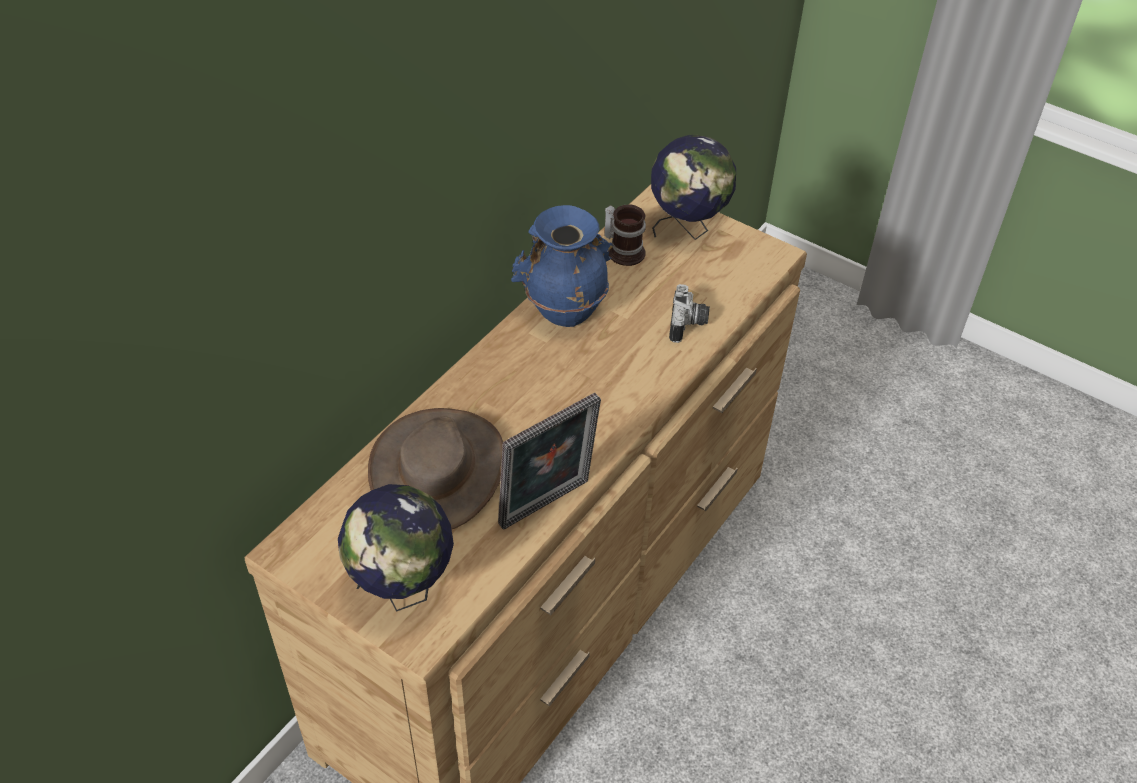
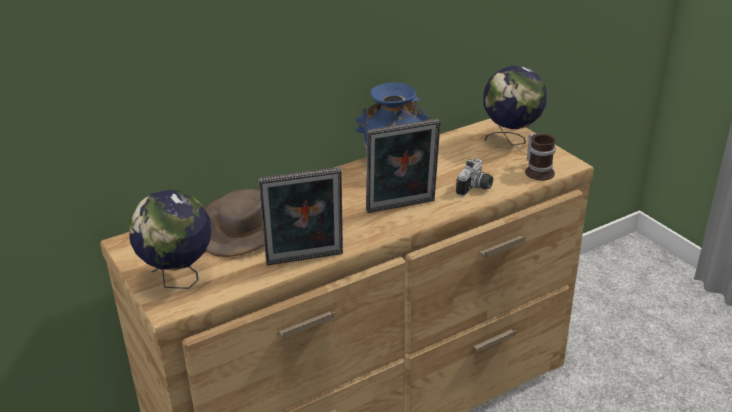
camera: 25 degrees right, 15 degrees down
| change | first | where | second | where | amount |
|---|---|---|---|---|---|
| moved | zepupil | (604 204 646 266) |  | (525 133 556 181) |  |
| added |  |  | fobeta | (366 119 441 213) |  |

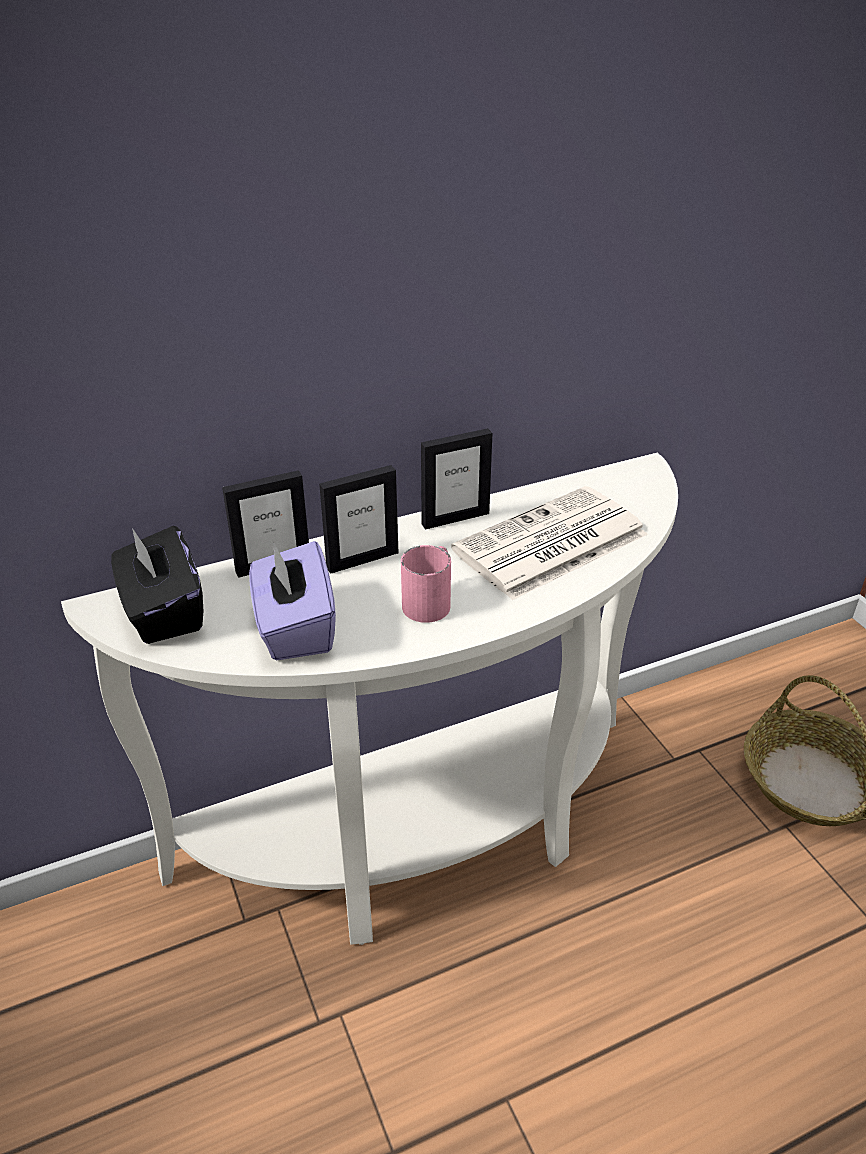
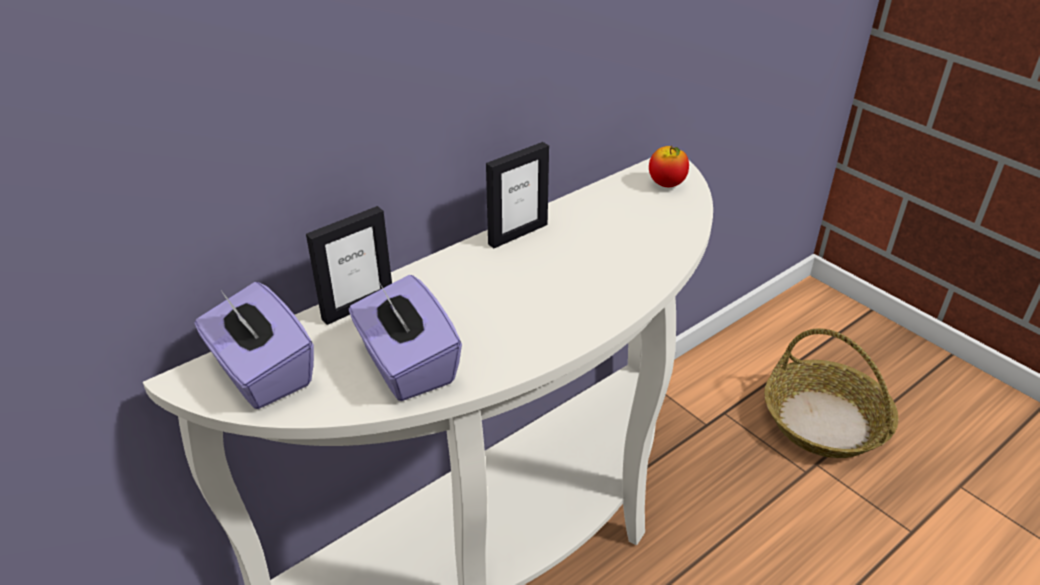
camera: 15 degrees left, 0 degrees up
| change | first | where | second | where | amount |
|---|---|---|---|---|---|
| removed | fobeta | (319 465 398 574) |  |  |  |
| removed | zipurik | (451 486 648 600) |  |  |  |
| recoloured | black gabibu | (111 526 203 644) | purple gabibu | (194 282 314 409) |  |
| removed | pink zepupil | (401 545 451 623) |  |  |  |
| added |  |  | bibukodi | (649 146 689 187) |  |

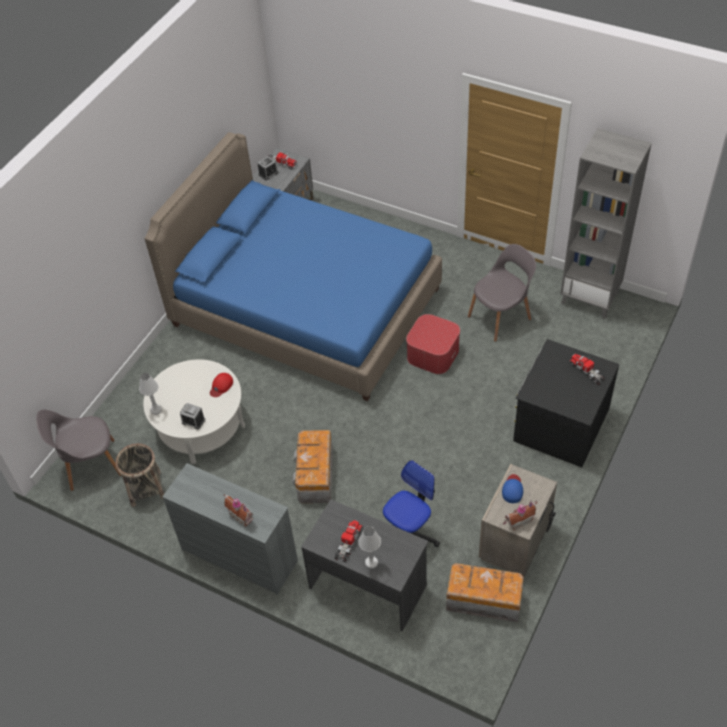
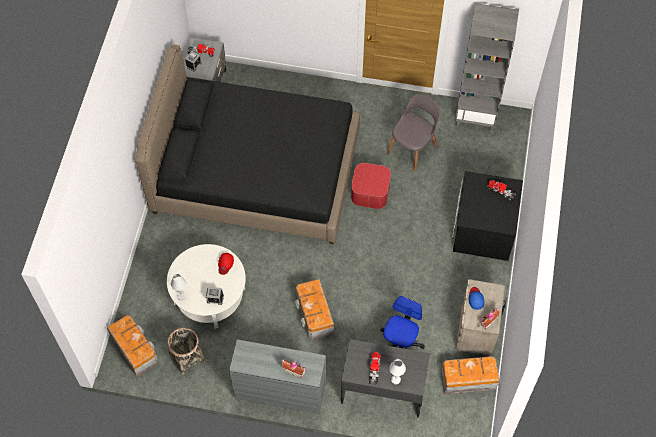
camera: 20 degrees left, 10 degrees up
| change | first | where | second | where | amount |
|---|---|---|---|---|---|
| recoloured | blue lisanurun | (145 132 442 401) | black lisanurun | (135 44 360 244) |  |
| replaced | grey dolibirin | (36 410 121 491) | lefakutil | (107 315 158 377) |  |

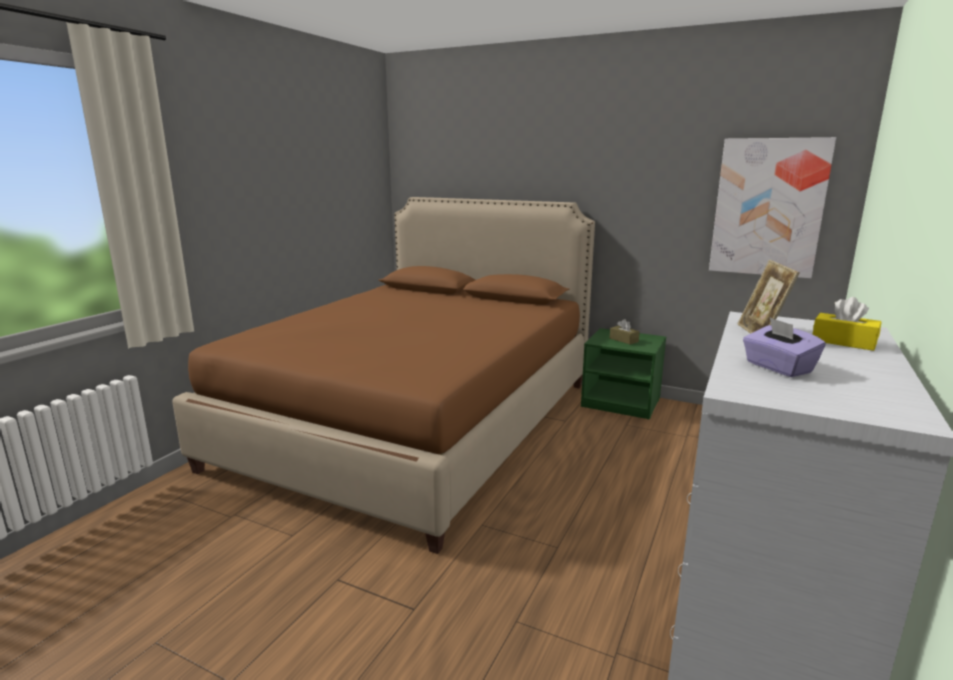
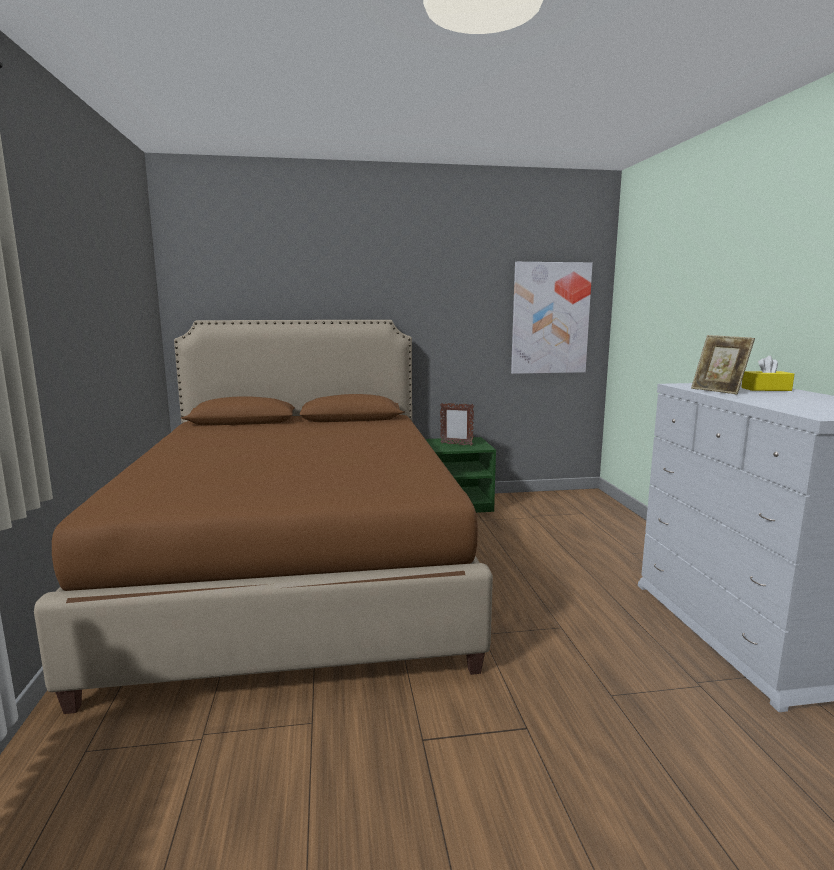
camera: 35 degrees left, 5 degrees down
| change | first | where | second | where | amount |
|---|---|---|---|---|---|
| removed | purple gabibu | (743 318 826 377) |  |  |  |
| replaced | brown gabibu | (610 319 640 345) | fobeta | (440 403 474 445) |  |

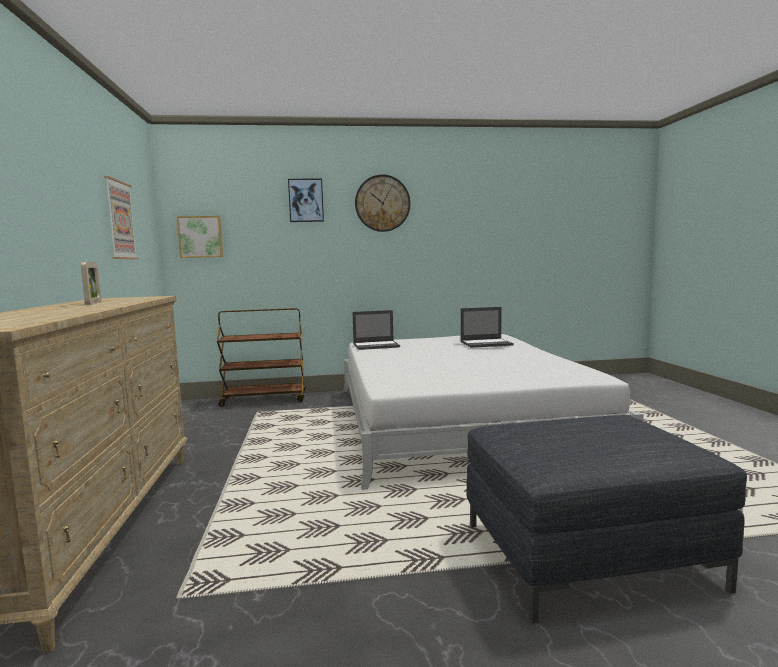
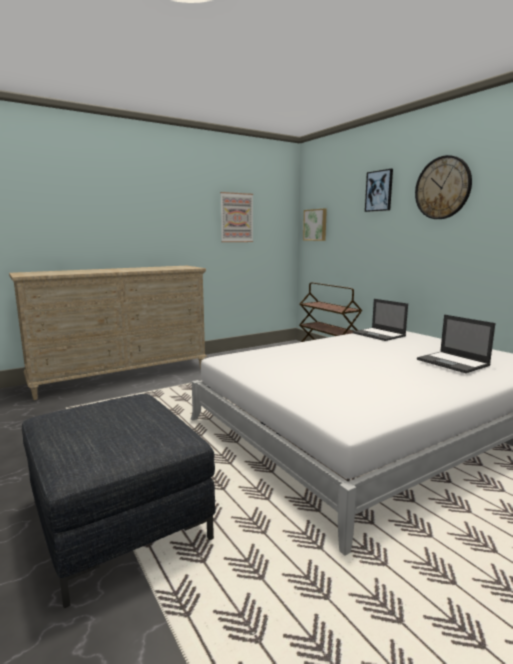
camera: 65 degrees right, 5 degrees up
| change | first | where | second | where | amount |
|---|---|---|---|---|---|
| removed | fobeta | (81 262 101 305) |  |  |  |

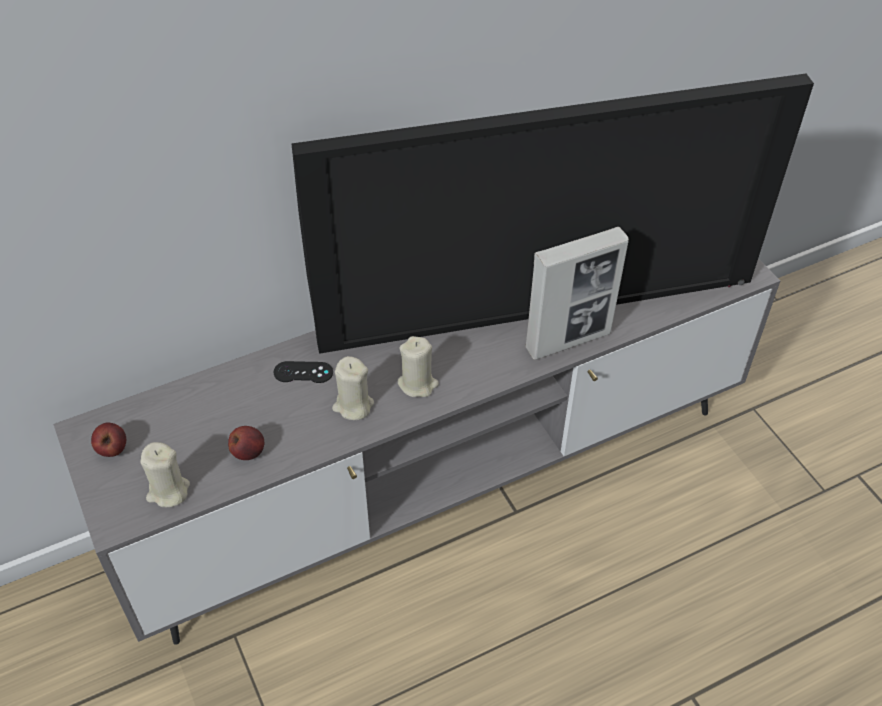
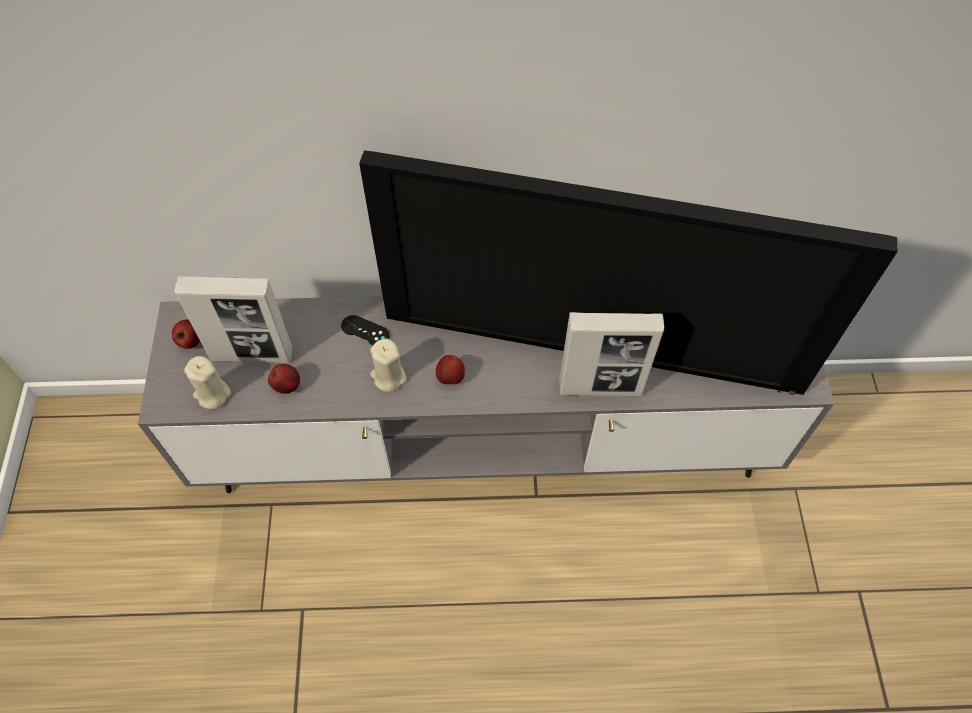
camera: 25 degrees right, 10 degrees up
| change | first | where | second | where | amount |
|---|---|---|---|---|---|
| replaced | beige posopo | (397 336 439 397) | bibukodi | (436 355 465 384) |  |
| added |  |  | fobeta | (174 276 293 363) |  |

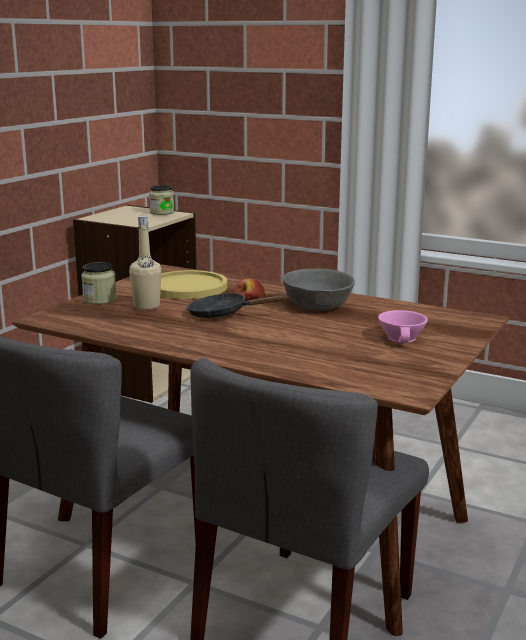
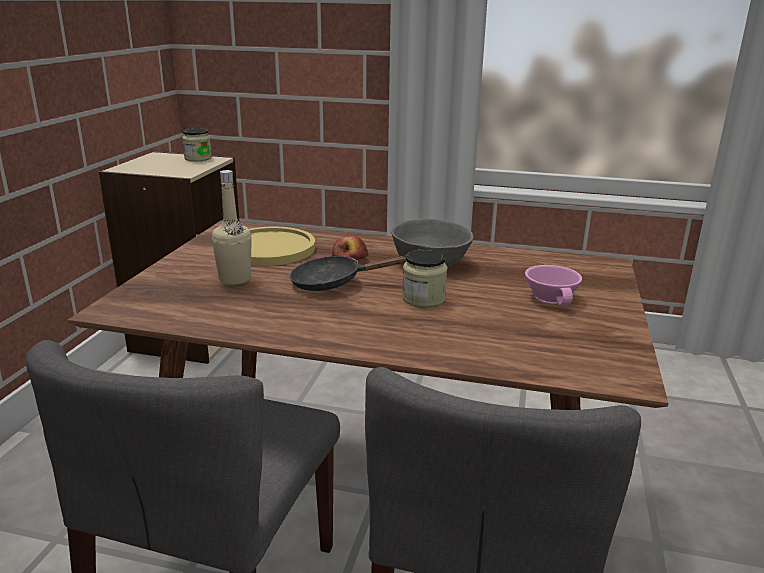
camera: 15 degrees left, 5 degrees up
| change | first | where | second | where | amount |
|---|---|---|---|---|---|
| moved | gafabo | (81 262 117 304) |  | (402 249 447 307) |  |

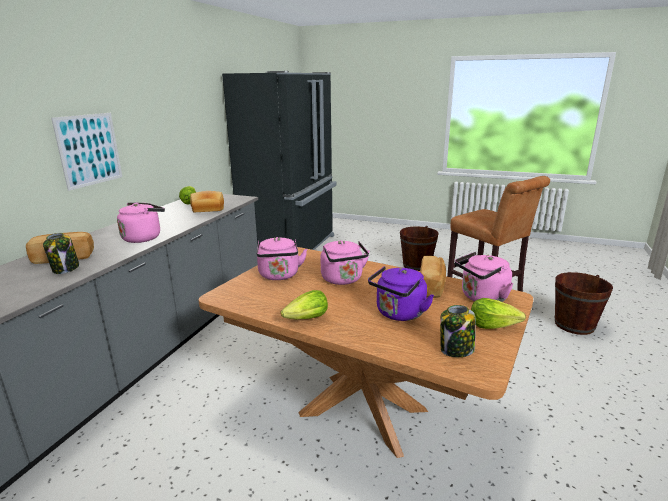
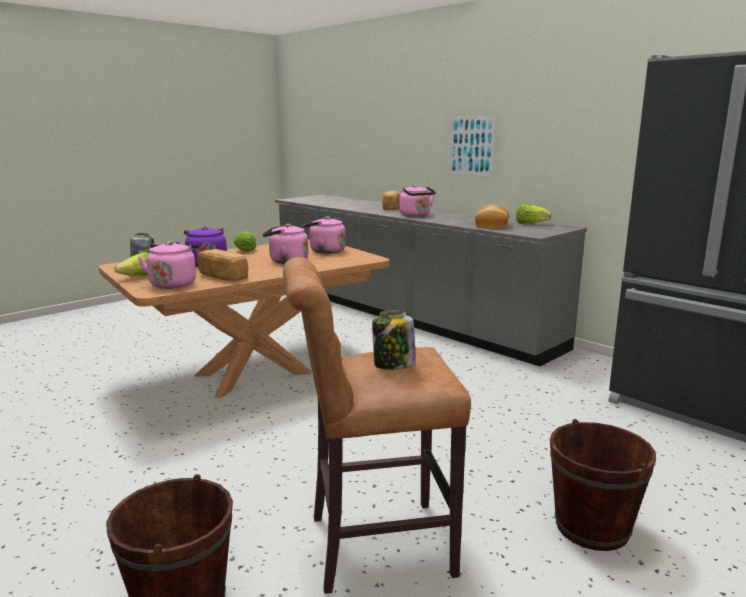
camera: 115 degrees right, 5 degrees down
| change | first | where | second | where | amount |
|---|---|---|---|---|---|
| moved | gafabo | (43 233 79 274) |  | (372 310 416 370) |  |

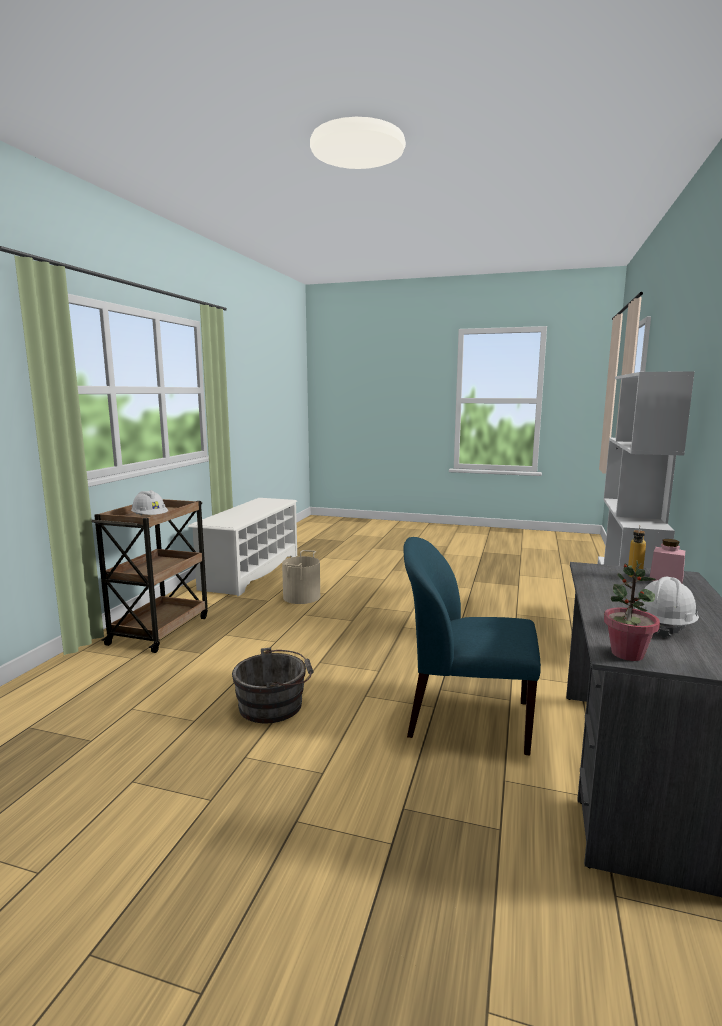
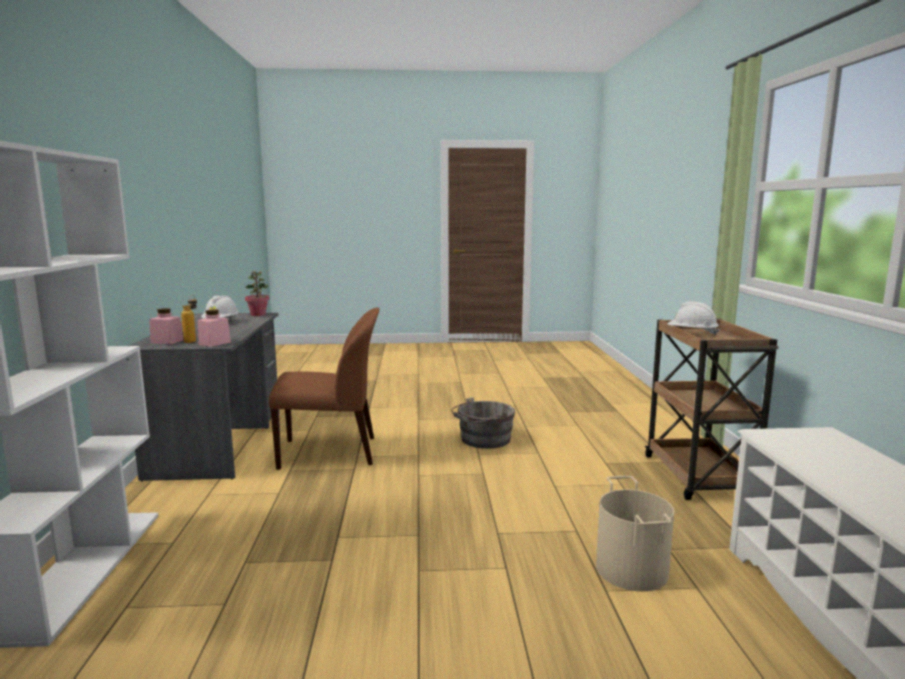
camera: 160 degrees right, 0 degrees up
| change | first | where | second | where | amount |
|---|---|---|---|---|---|
| recoloured | blue dolibirin | (404 537 541 756) | brown dolibirin | (268 307 379 470) |  |
| added |  |  | pink gafabo | (198 309 231 347) |  |

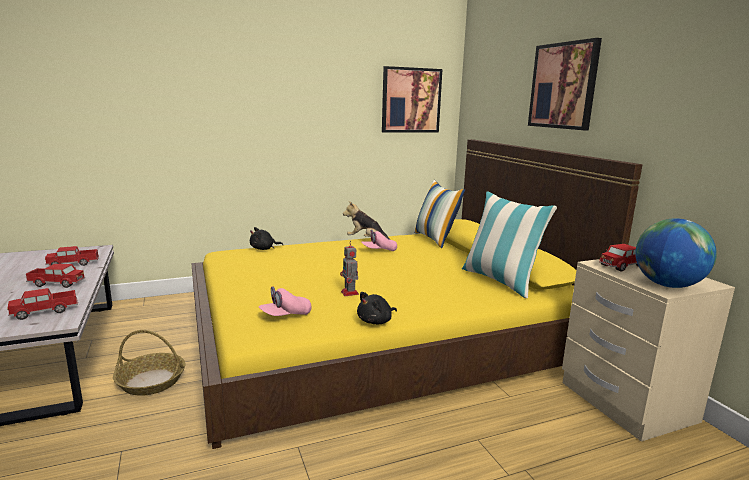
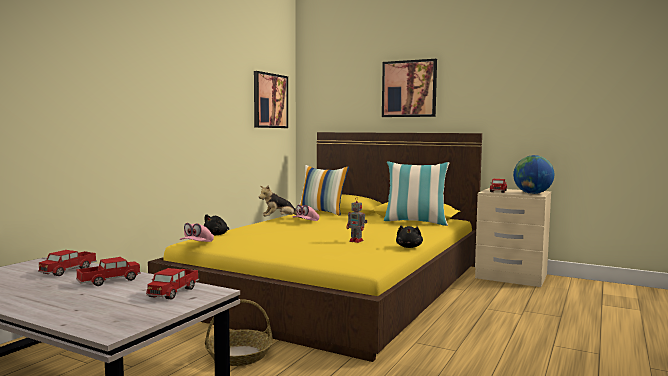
camera: 40 degrees left, 10 degrees down
| change | first | where | second | where | amount |
|---|---|---|---|---|---|
| moved | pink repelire | (259 286 311 316) |  | (180 223 214 242) |  |

